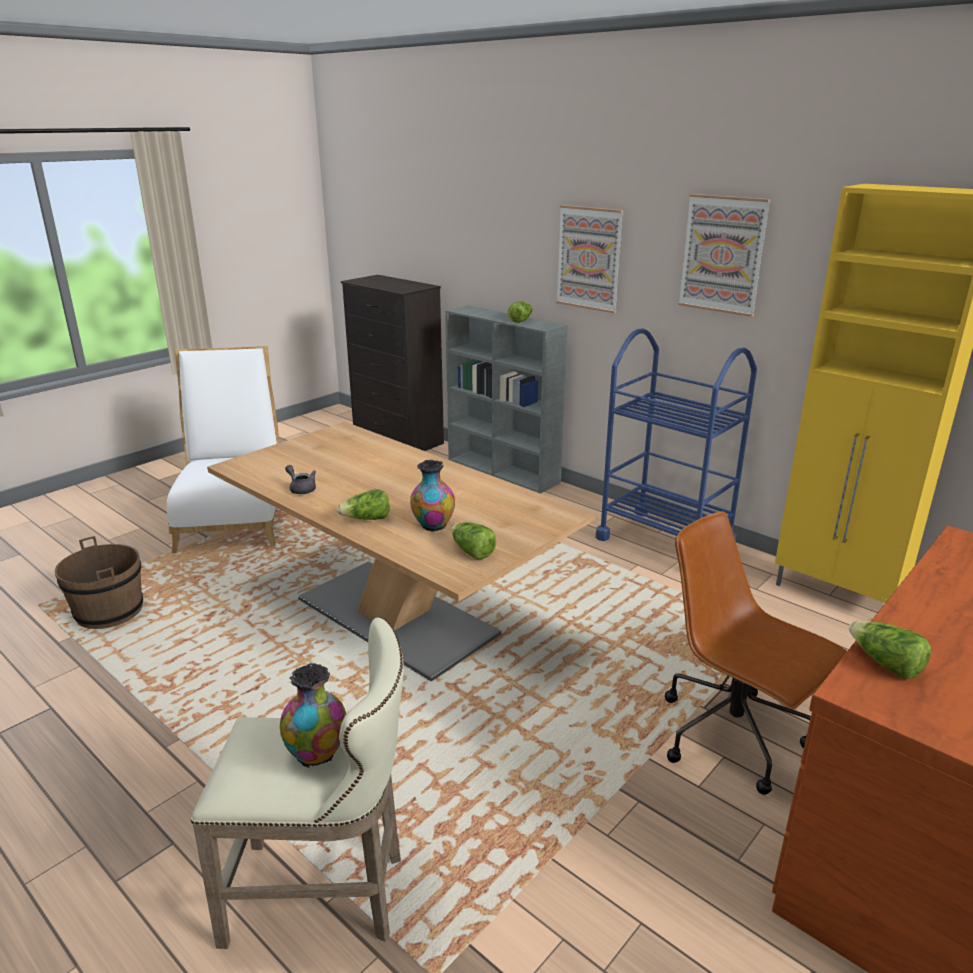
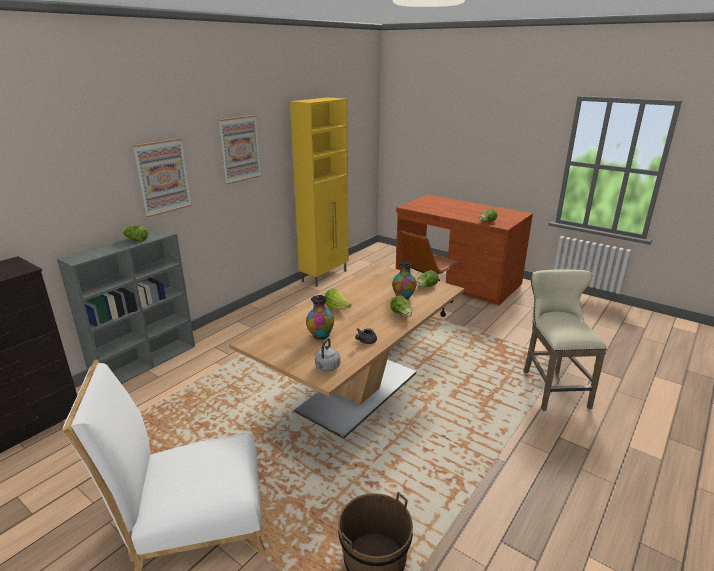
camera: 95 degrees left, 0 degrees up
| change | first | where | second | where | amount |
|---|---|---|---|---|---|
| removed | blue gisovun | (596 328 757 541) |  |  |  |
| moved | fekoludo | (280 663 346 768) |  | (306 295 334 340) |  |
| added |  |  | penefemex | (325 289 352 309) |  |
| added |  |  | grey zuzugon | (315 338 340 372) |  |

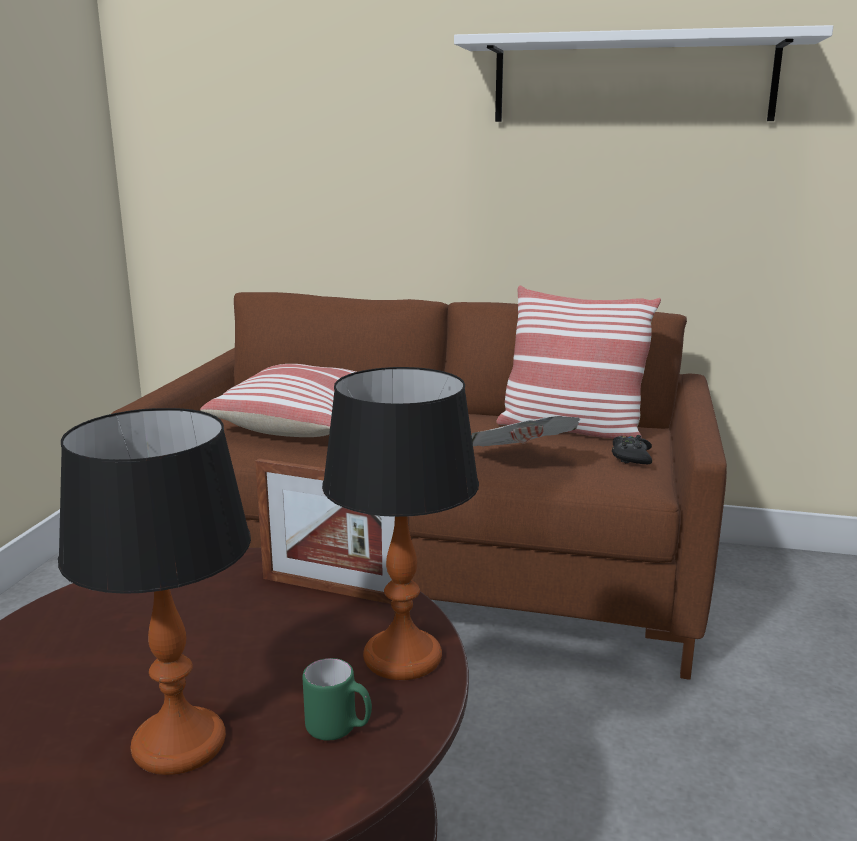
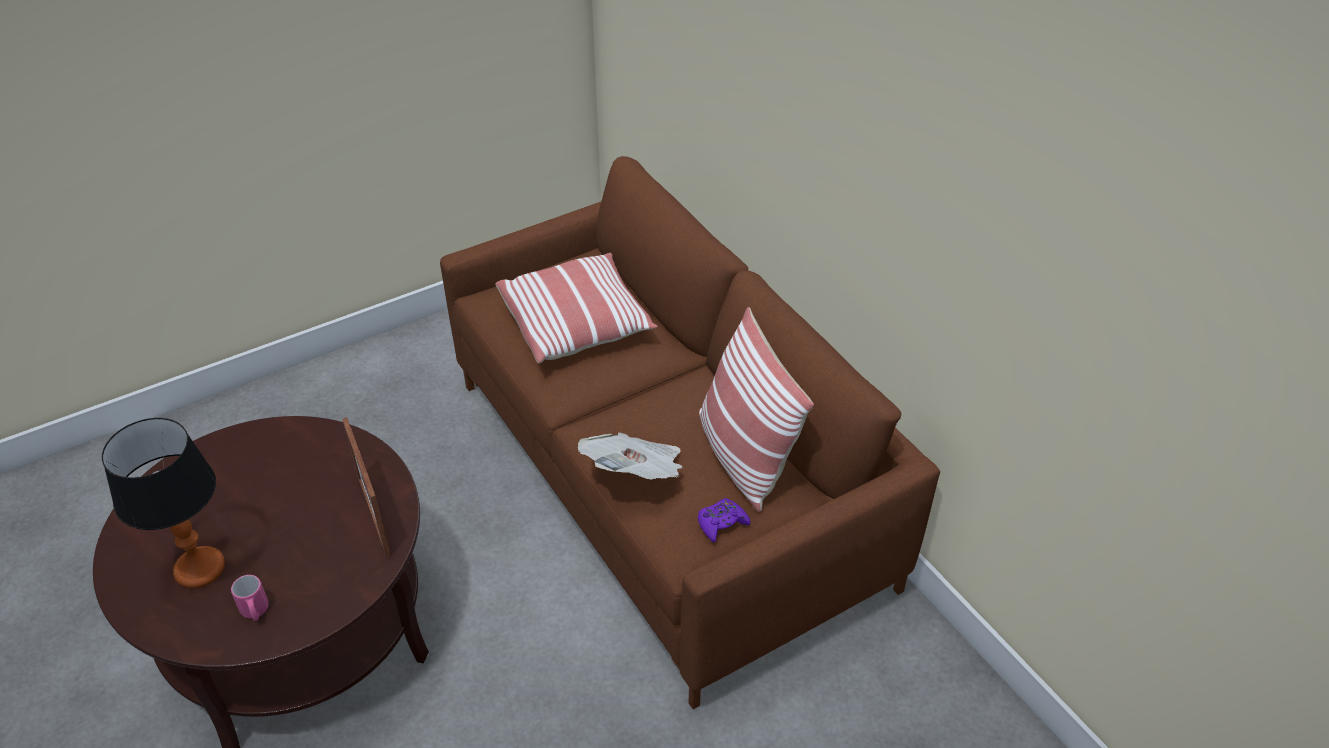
camera: 45 degrees right, 25 degrees up
| change | first | where | second | where | amount |
|---|---|---|---|---|---|
| removed | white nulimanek | (454 25 833 122) |  |  |  |
| removed | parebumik | (322 367 479 680) |  |  |  |
| recoloured | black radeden | (612 435 652 464) | purple radeden | (698 498 751 543) |  |
| recoloured | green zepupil | (303 658 372 741) | pink zepupil | (231 575 269 621) |  |

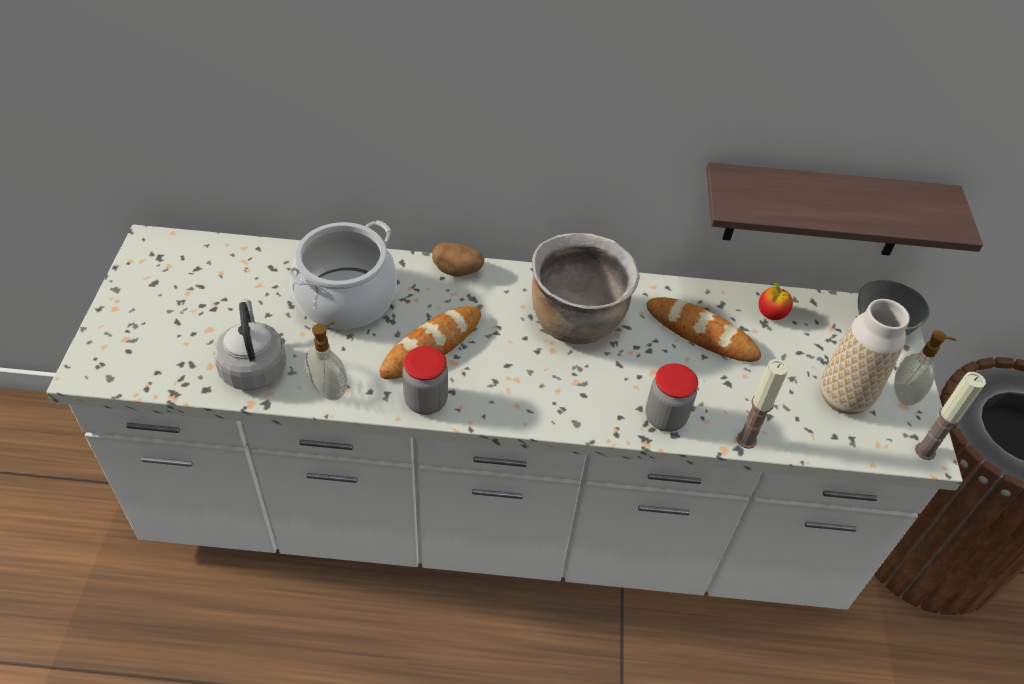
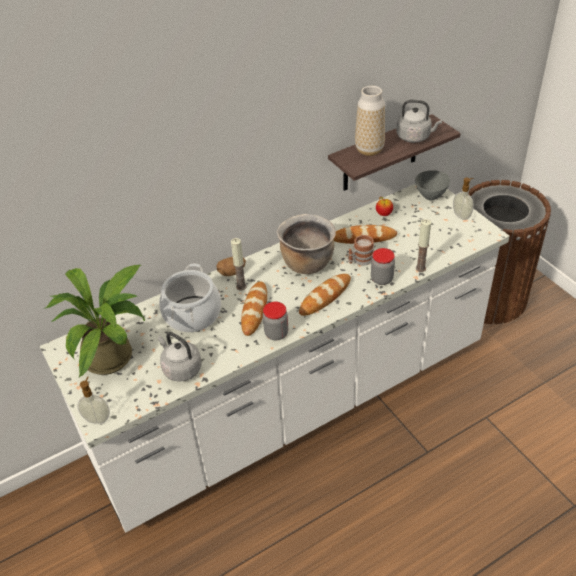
camera: 30 degrees left, 5 degrees down
| change | first | where | second | where | amount |
|---|---|---|---|---|---|
| moved | fekoludo | (820 299 910 414) |  | (355 86 385 156) |  |
| moved | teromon | (305 321 347 400) |  | (77 377 110 424) |  |
| moved | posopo | (915 372 986 460) |  | (231 238 247 291) |  |
| added |  |  | grey zuzugon | (397 100 442 143) |  |
| added |  |  | zepupil | (348 235 374 265) |  |
| added |  |  | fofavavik | (45 265 145 378) |  |
| added |  |  | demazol | (299 274 351 316) |  |

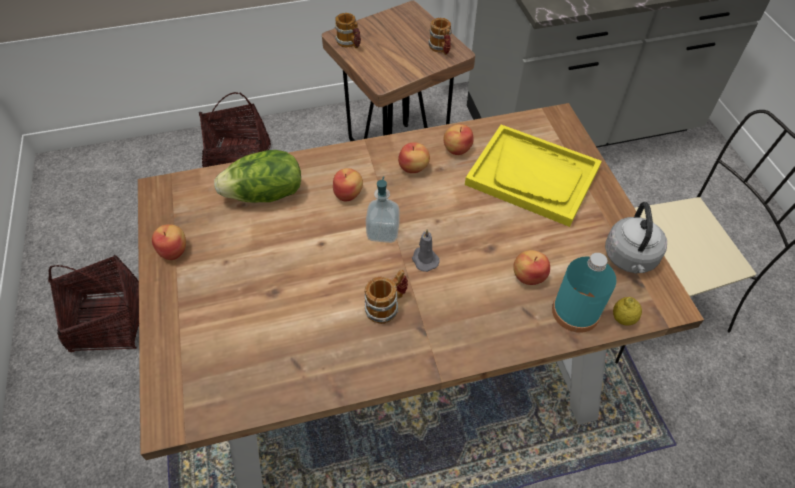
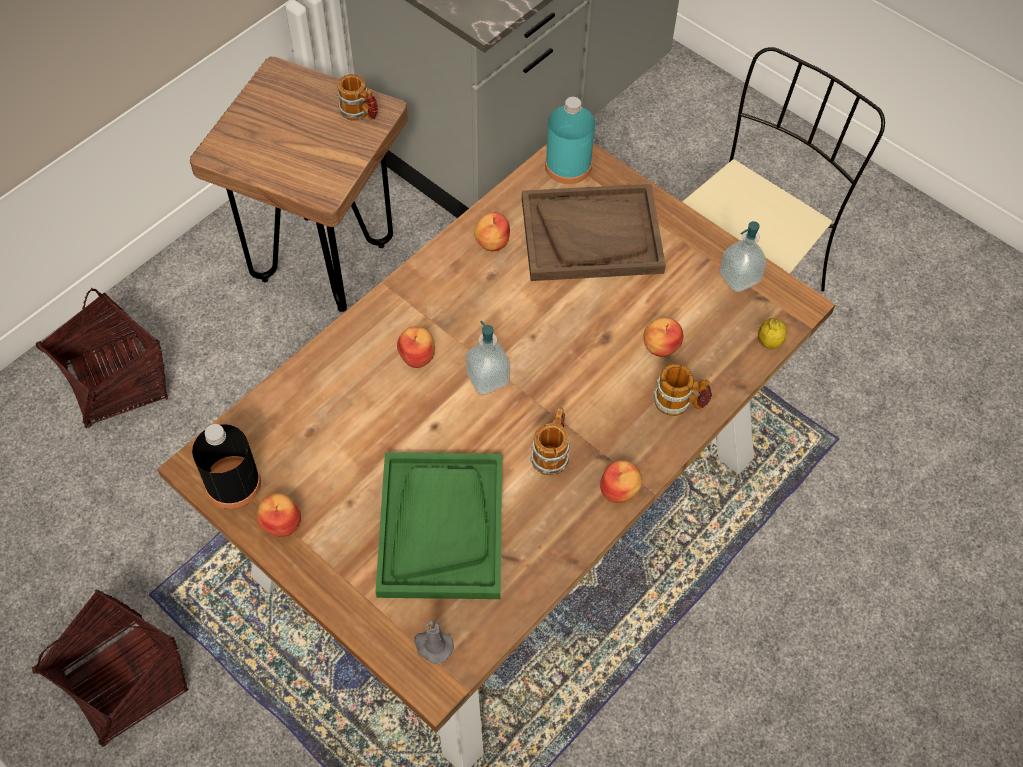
camera: 35 degrees left, 5 degrees up
| change | first | where | second | where | amount |
|---|---|---|---|---|---|
| moved | zepupil | (335 13 361 48) |  | (653 364 712 416) |  |
| recoloured | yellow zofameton | (465 125 602 227) | brown zofameton | (522 184 666 281) |  |
| moved | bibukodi | (398 142 430 173) |  | (600 461 642 503) |  |
| removed | penefemex | (214 150 301 203) |  |  |  |
| replaced | grey zuzugon | (605 202 667 273) | teromon | (719 221 767 292) |  |
| moved | grey posopo | (412 229 440 272) |  | (414 621 454 664) |  |
| moved | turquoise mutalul | (552 253 617 333) |  | (545 97 595 184) |  |
| added |  |  | black mutalul | (192 424 261 509) |  |
| added |  |  | green zofameton | (375 452 502 599) |  |

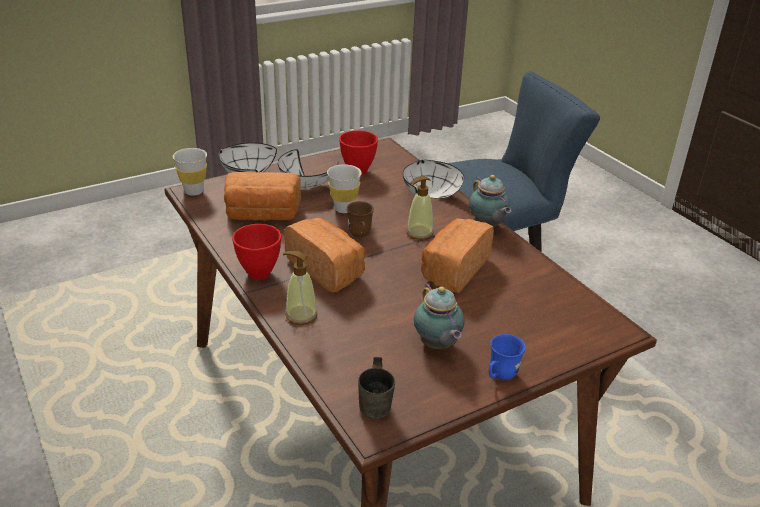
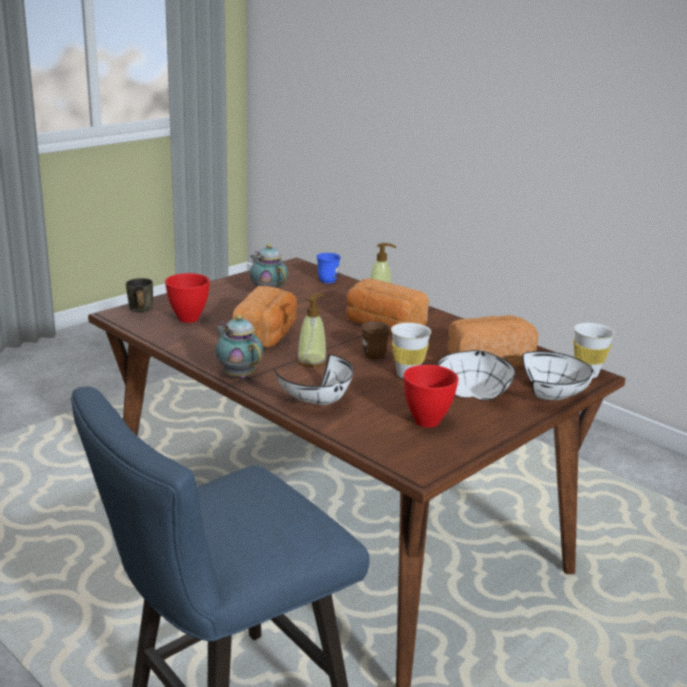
camera: 165 degrees right, 10 degrees down
| change | first | where | second | where | amount |
|---|---|---|---|---|---|
| moved | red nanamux | (232 224 281 280) |  | (165 273 210 323) |  |
| moved | blue zepupil | (489 334 526 380) |  | (316 253 341 283) |  |
| moved | grey zepupil | (358 357 395 419) |  | (126 278 153 312) |  |

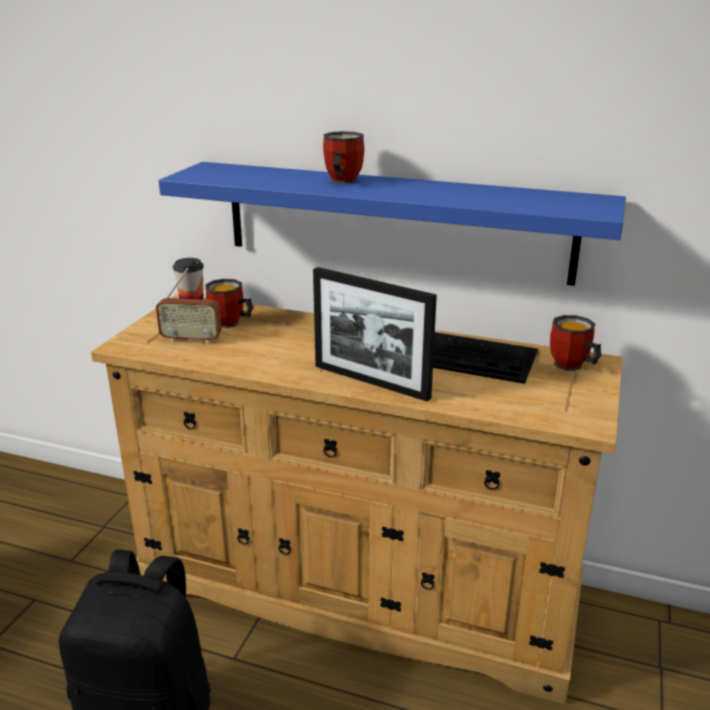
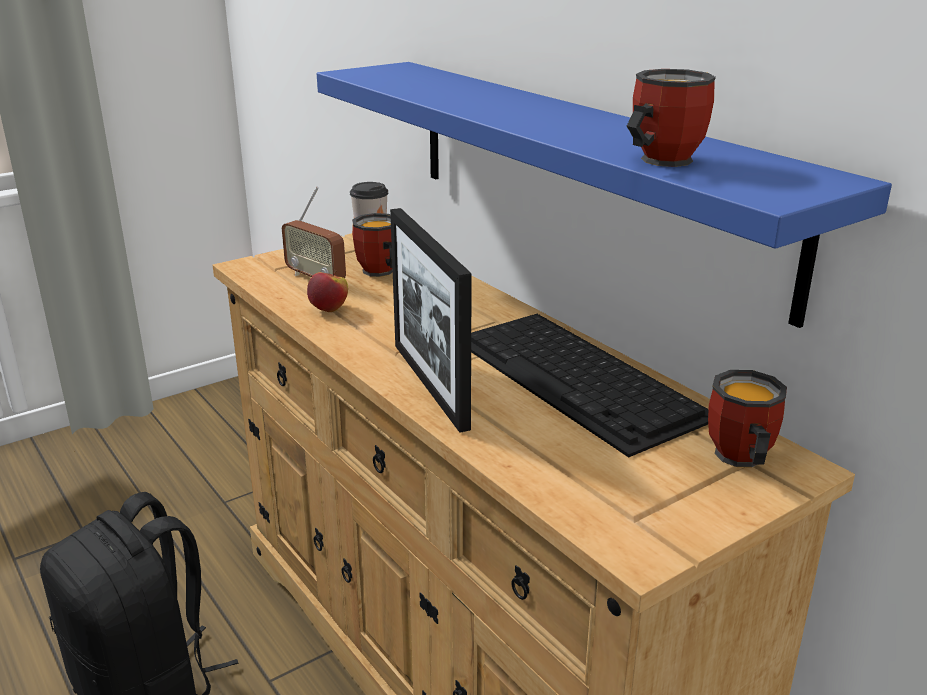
camera: 35 degrees right, 0 degrees up
| change | first | where | second | where | amount |
|---|---|---|---|---|---|
| moved | zepupil | (323 131 364 184) |  | (627 69 716 167) |  |
| added |  |  | bibukodi | (307 270 348 312) |  |

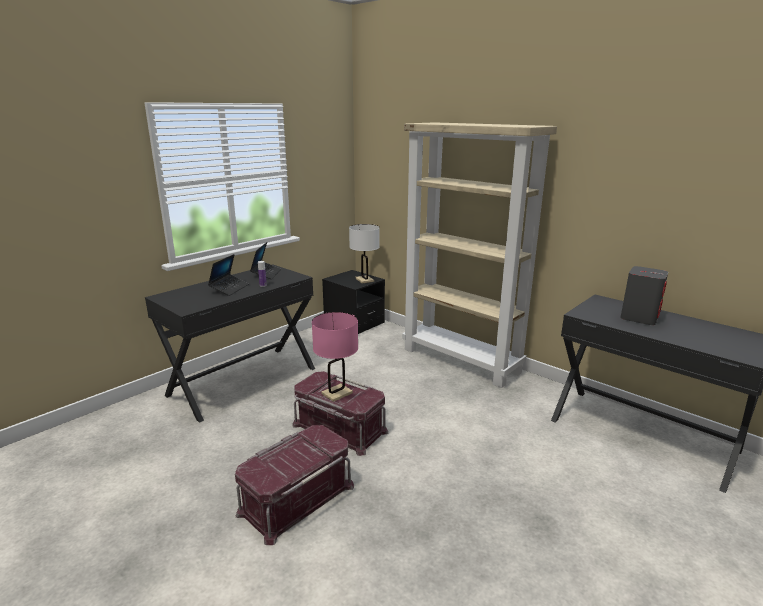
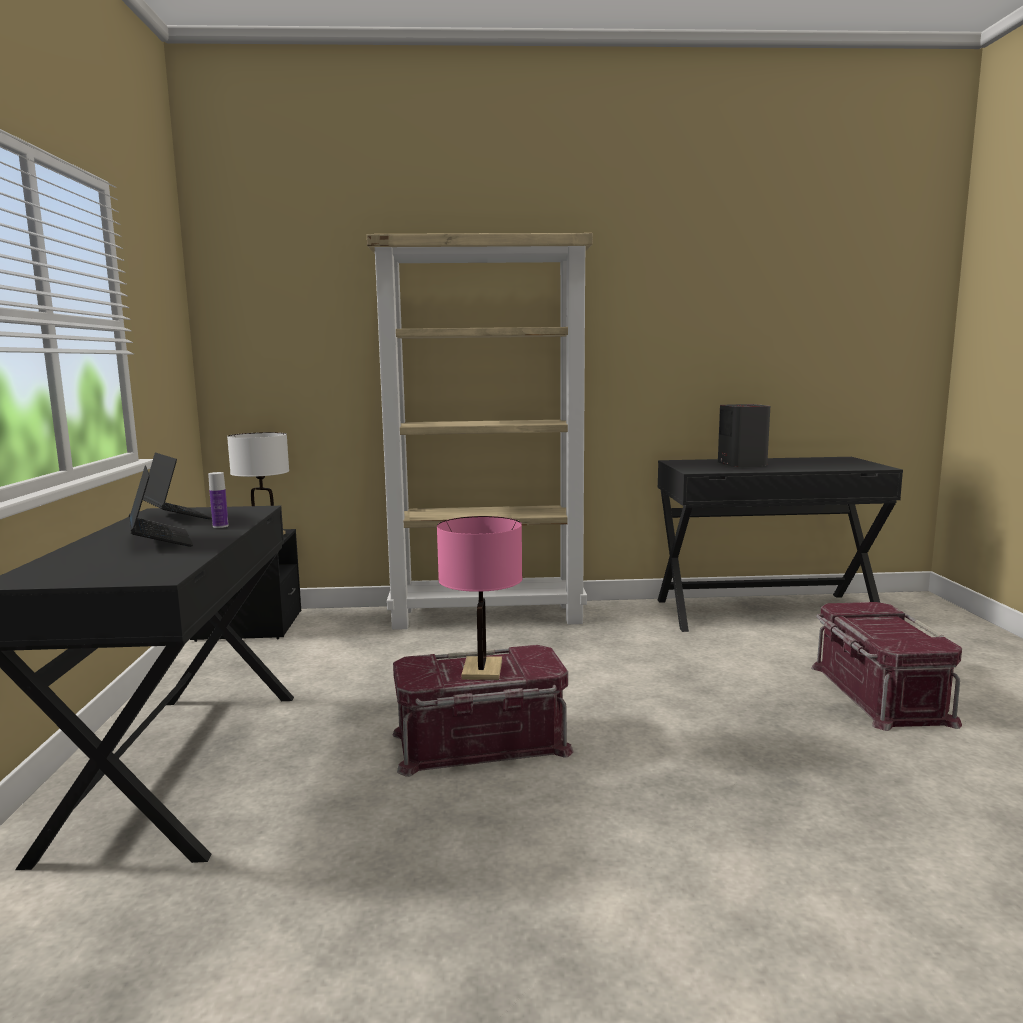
camera: 45 degrees left, 10 degrees down
| change | first | where | second | where | amount |
|---|---|---|---|---|---|
| moved | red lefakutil | (235 425 354 545) |  | (811 602 962 731) |  |

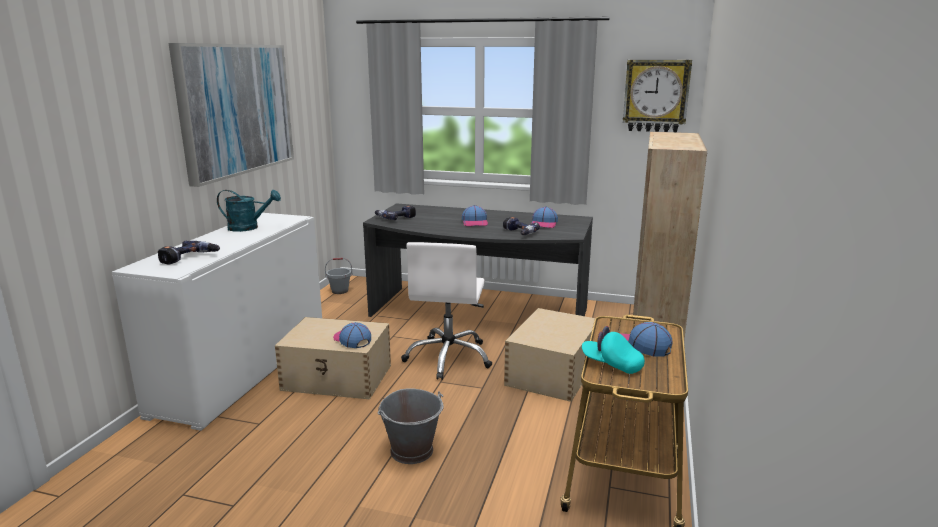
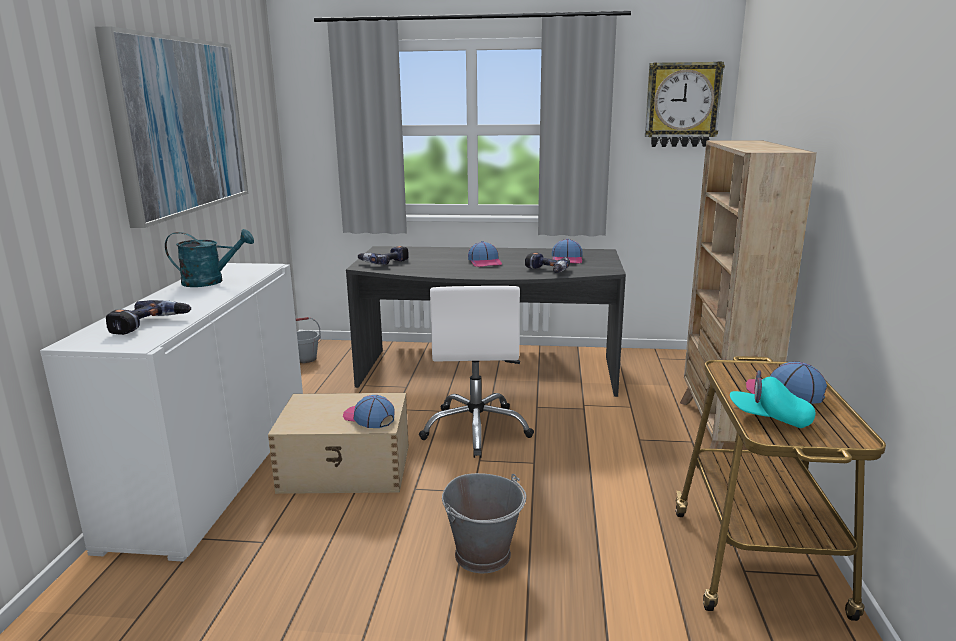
camera: 10 degrees left, 0 degrees up
| change | first | where | second | where | amount |
|---|---|---|---|---|---|
| removed | beige lefakutil | (504 308 595 402) |  |  |  |

